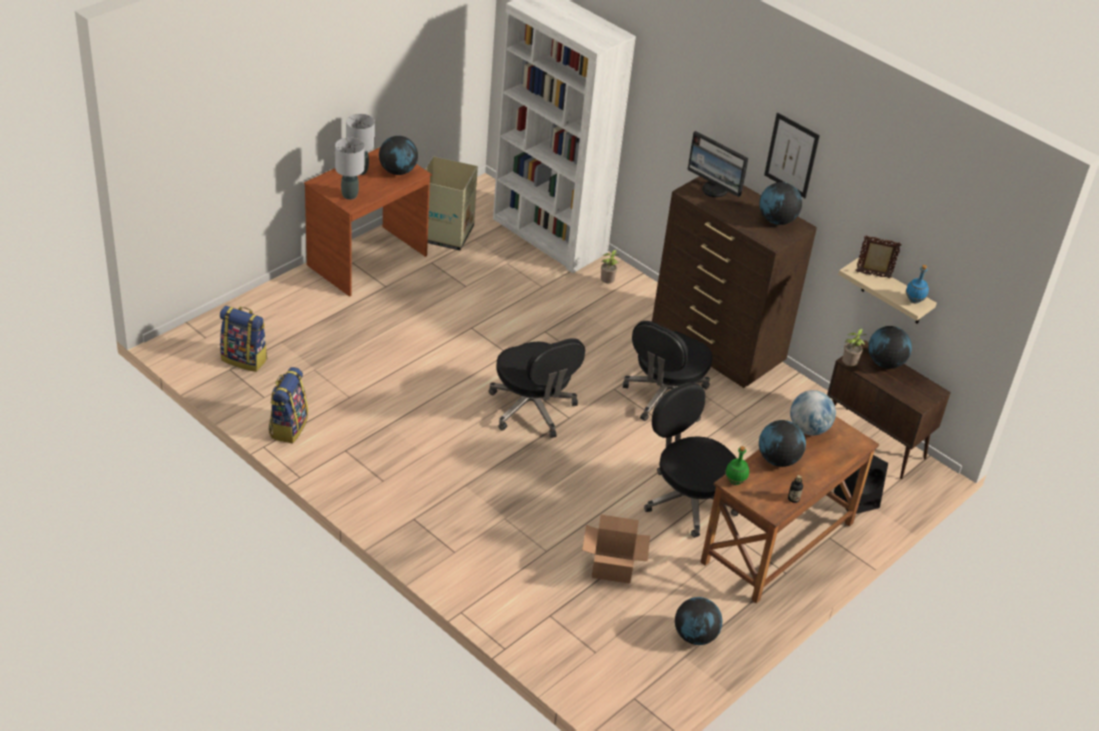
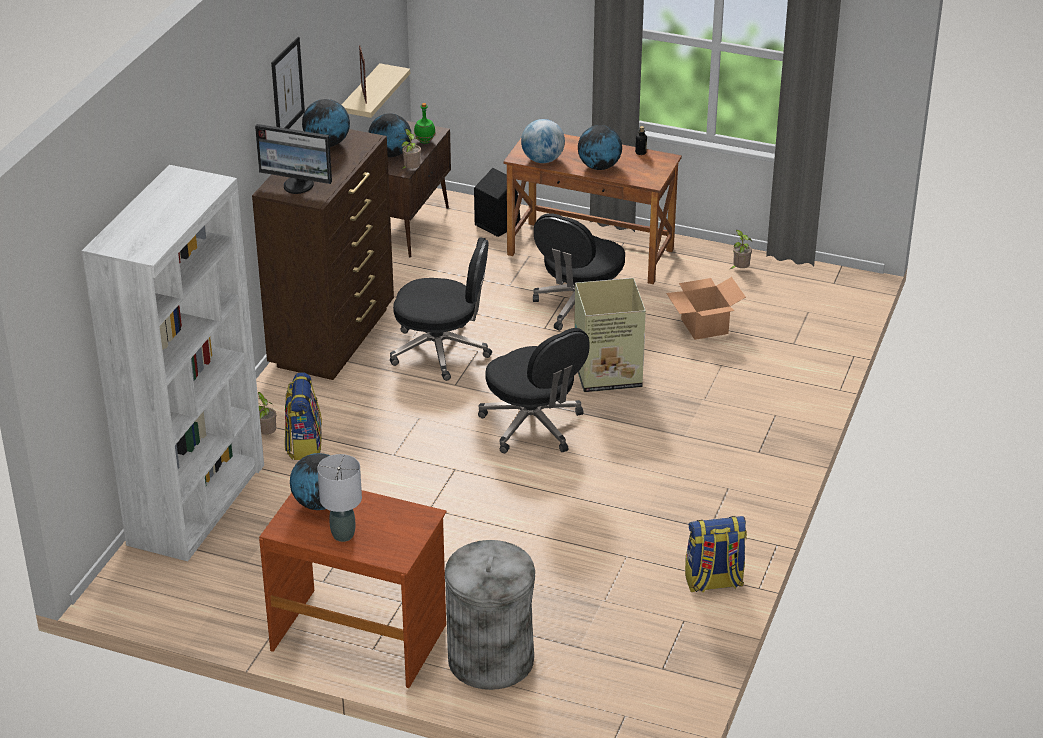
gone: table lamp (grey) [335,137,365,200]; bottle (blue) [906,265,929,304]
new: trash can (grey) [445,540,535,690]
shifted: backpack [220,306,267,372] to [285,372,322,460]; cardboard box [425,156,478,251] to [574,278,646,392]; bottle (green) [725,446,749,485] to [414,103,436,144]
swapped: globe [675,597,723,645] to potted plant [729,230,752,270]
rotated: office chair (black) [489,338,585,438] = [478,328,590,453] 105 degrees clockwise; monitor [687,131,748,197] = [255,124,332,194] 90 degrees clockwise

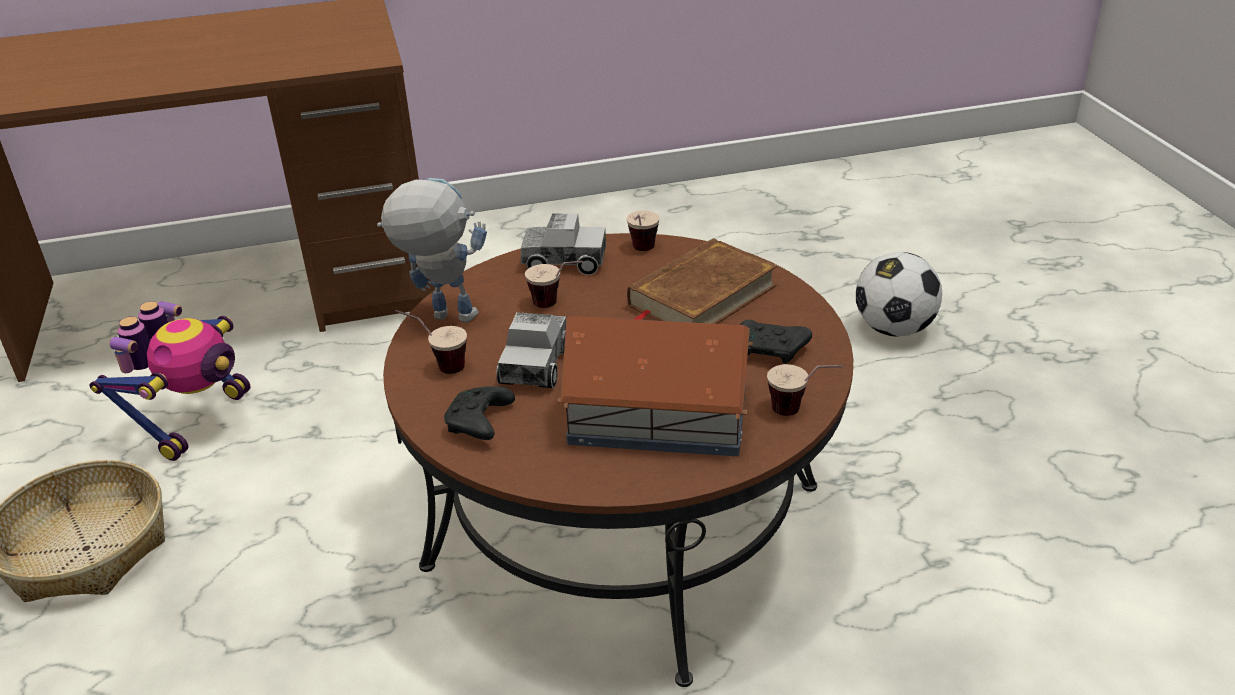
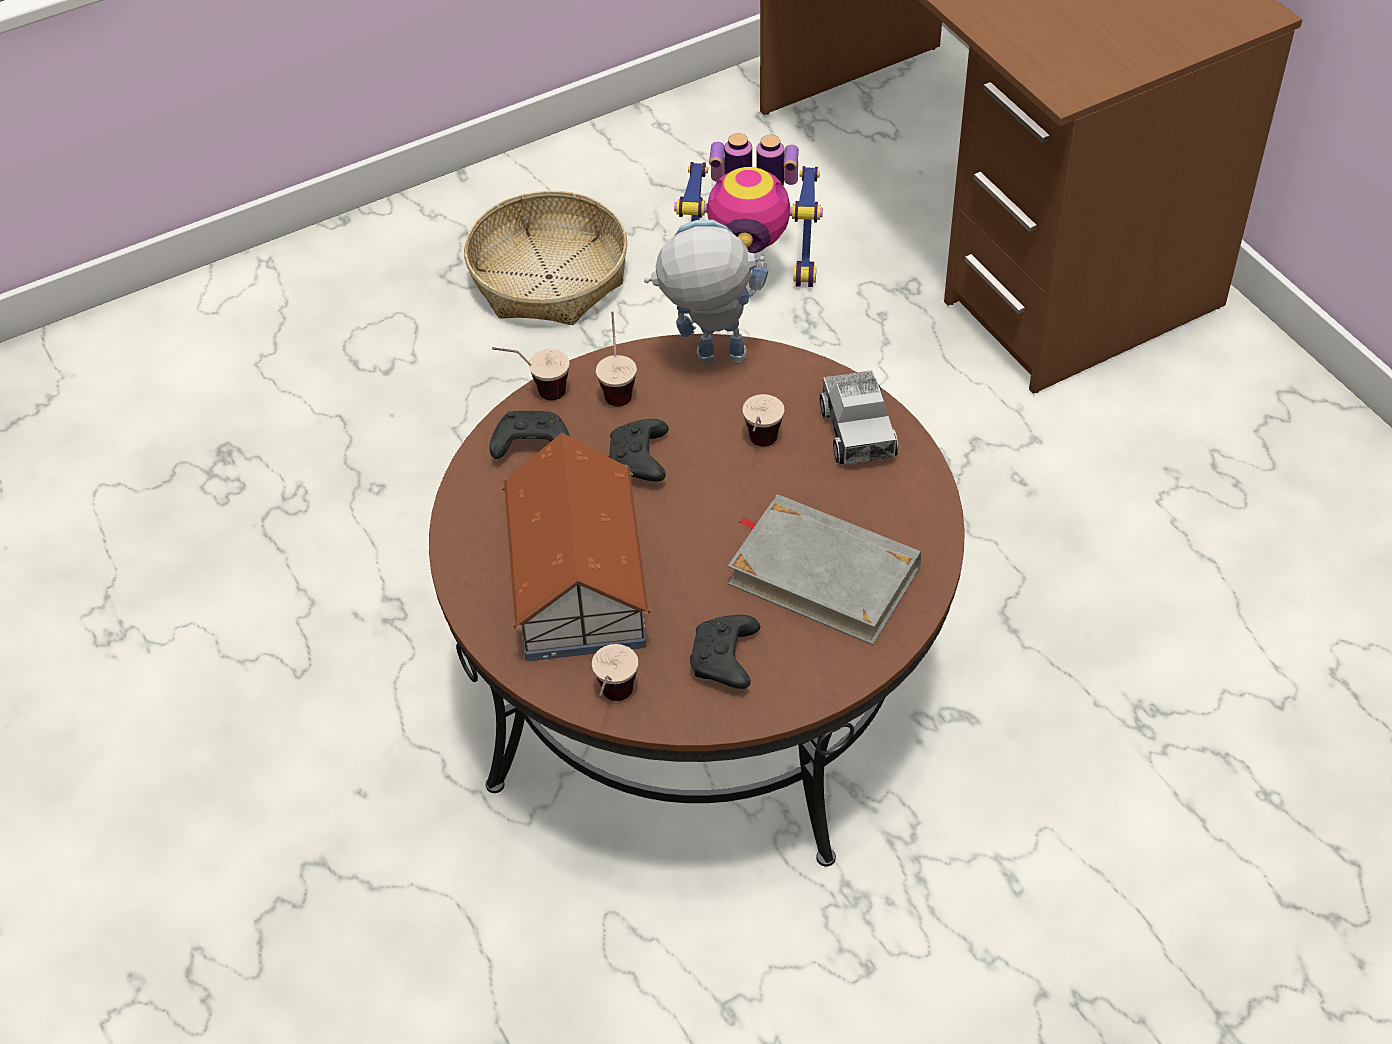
gone: football [856,252,942,337]
shifted: cup [627,210,660,251] to [492,347,570,401]
swapped: toy truck [496,312,566,388] to game controller (black) [608,419,669,482]
repainted: book (brown) [627,238,778,324] to book (grey) [728,494,921,645]
rotated: toy robot [377,178,487,323] = [644,220,768,365] 90 degrees counterclockwise

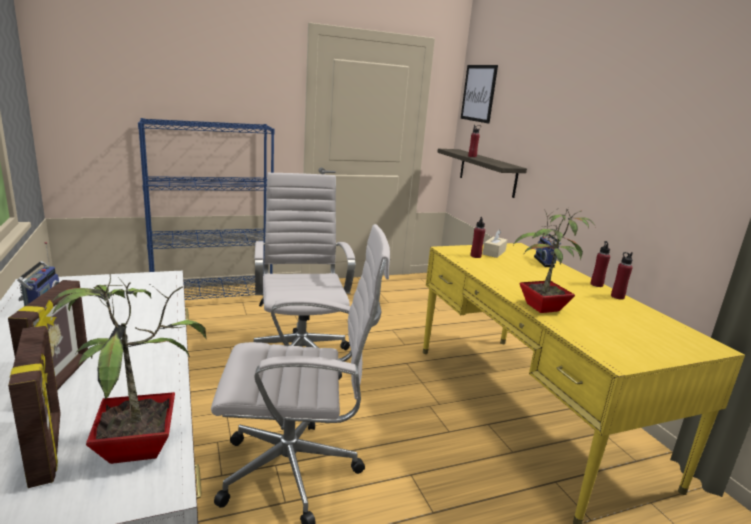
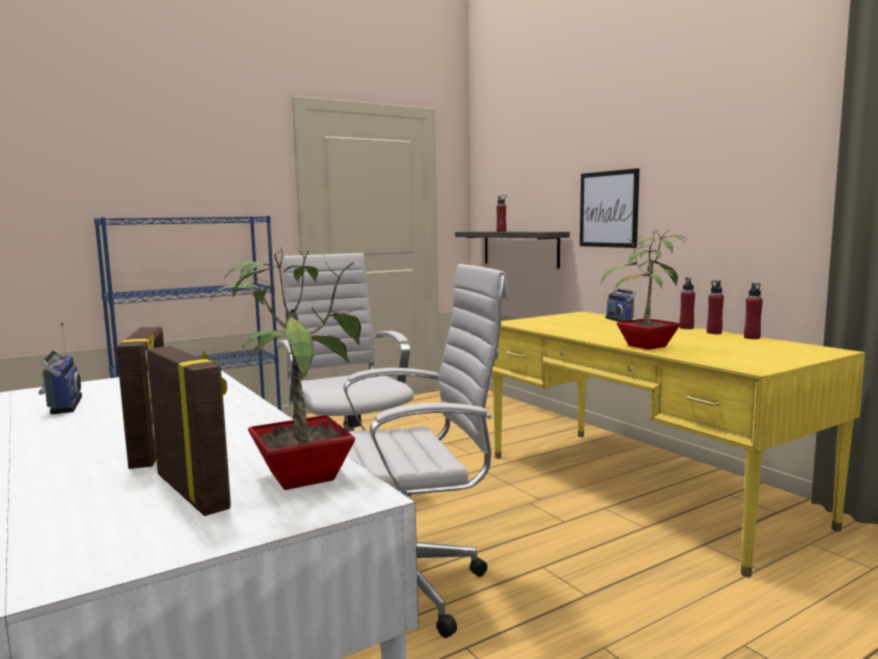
gone: tissue box (beige) [482,230,507,258]
shifted: picture [461,65,498,124] to [580,168,639,248]; bottle (red) [470,217,485,258] to [744,283,763,339]

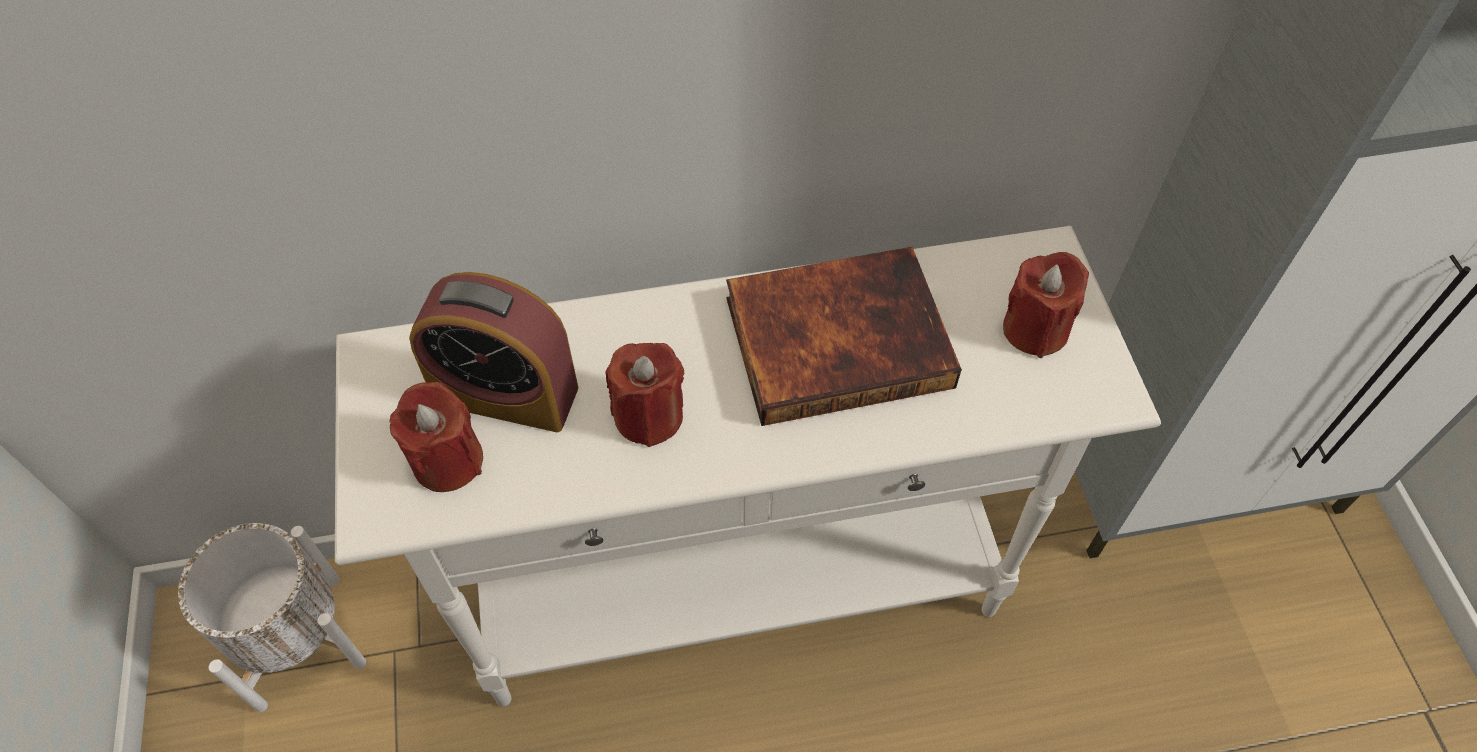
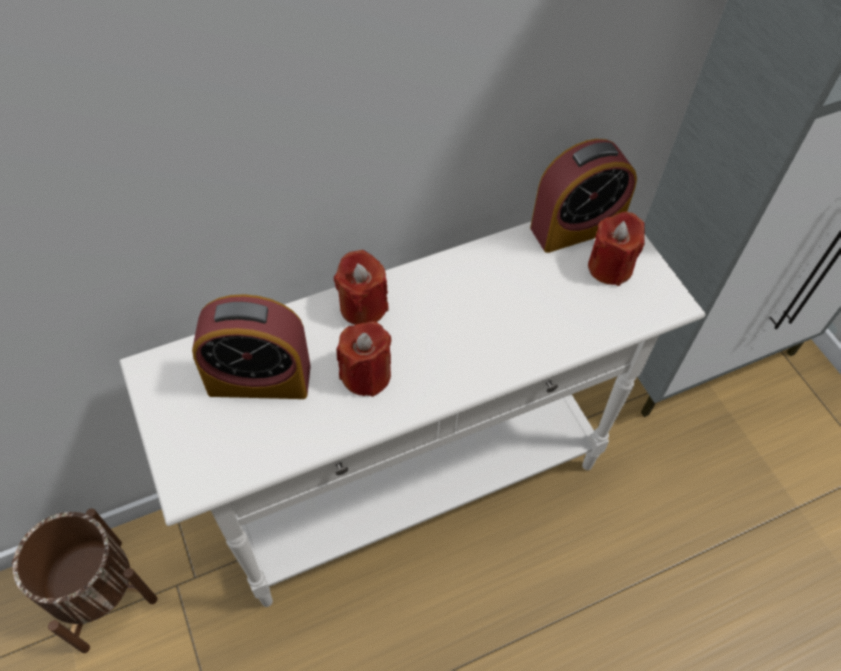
gone: book [726,247,962,426]
new: alarm clock [530,139,637,253]
shifted: candle (red) [389,382,483,492] to [334,250,388,325]
repainted: planter (white) [178,523,366,712] to planter (brown) [12,508,157,653]

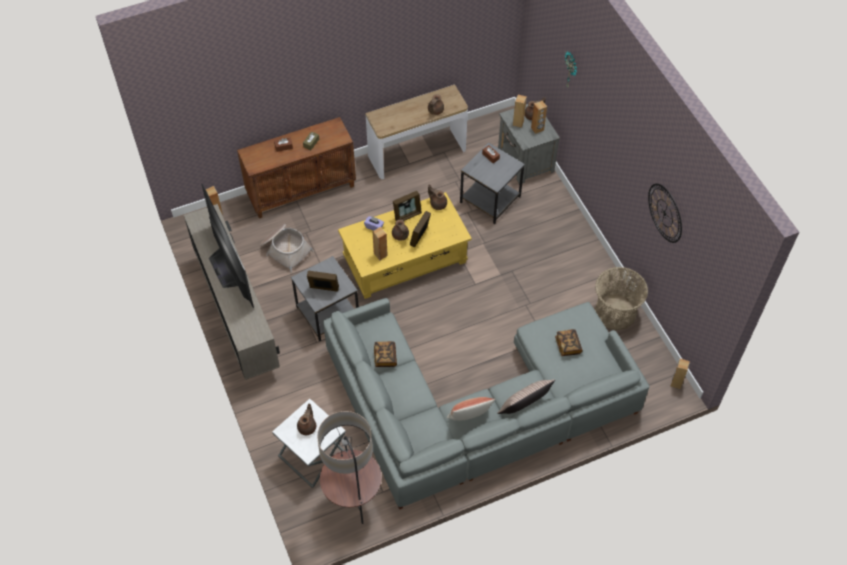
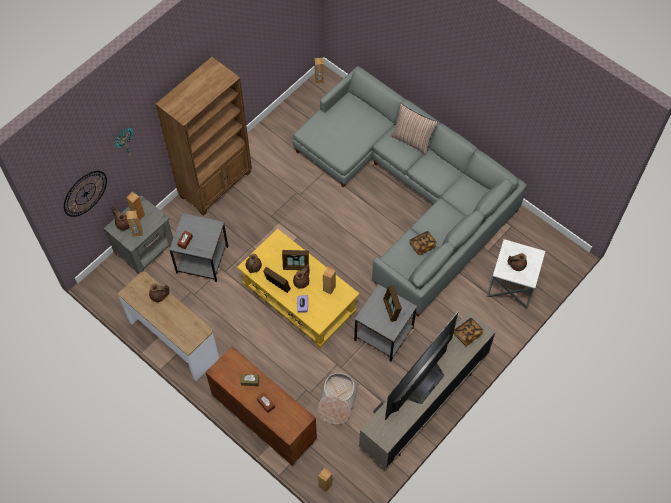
gone: floor lamp [317,411,382,524]; pillow [447,397,495,421]; basket [595,267,648,330]
new: bookcase (brown) [156,57,252,216]
shifted: book [555,329,583,356] to [454,318,483,346]; wall clock [648,184,682,243] to [64,171,107,217]

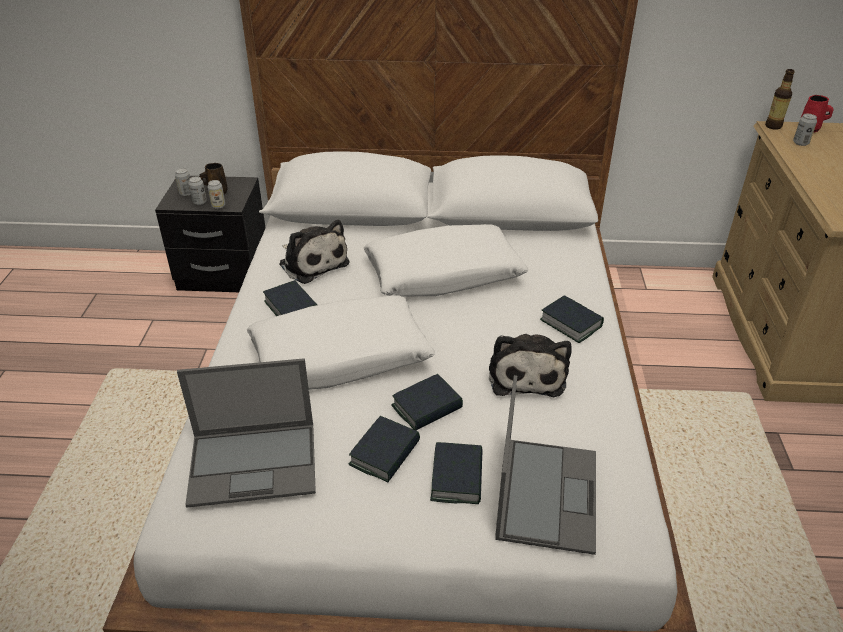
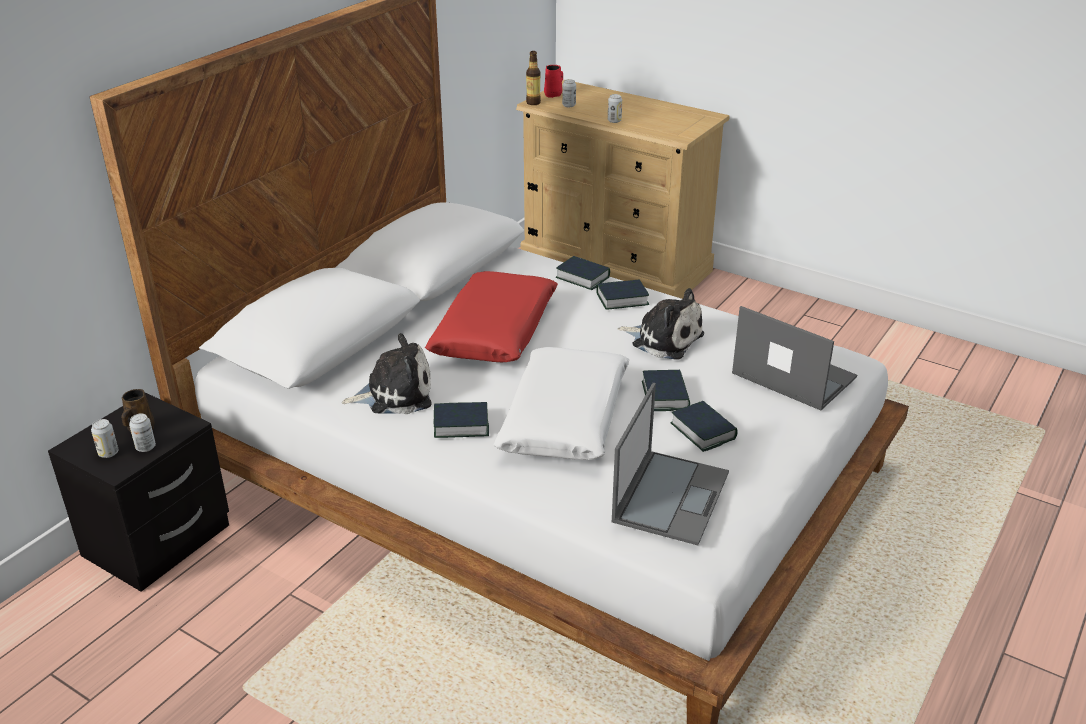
shifted: can [207,180,225,209] to [608,94,622,123]; book [430,442,483,504] to [556,256,610,290]
repainted: pillow (white) [364,224,528,297] to pillow (red) [425,271,558,362]

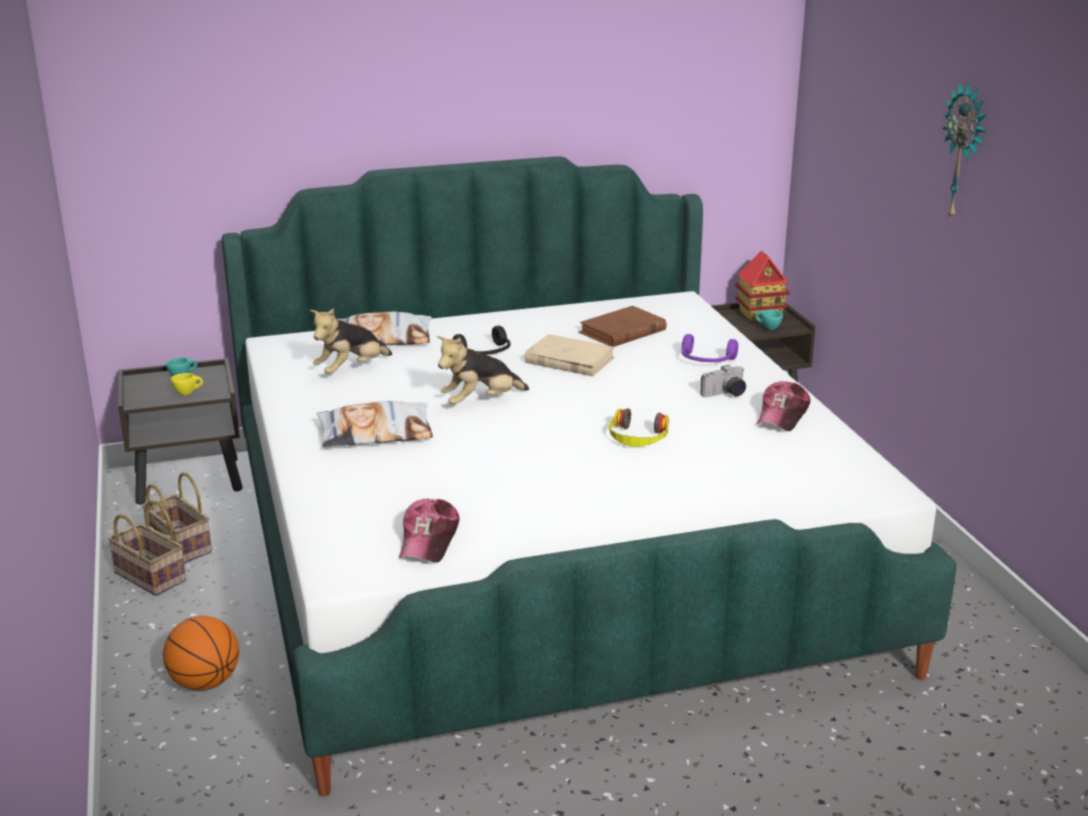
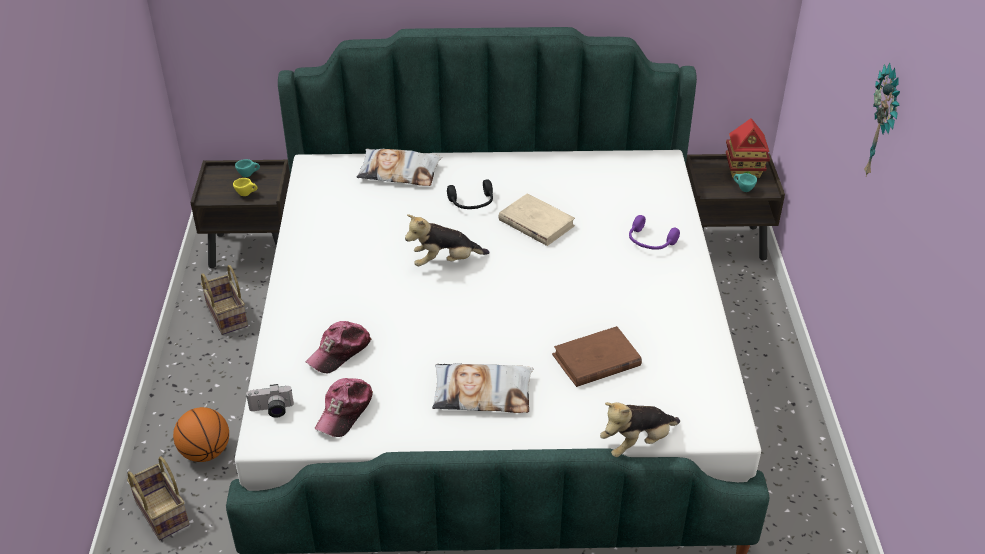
gone: headphones [609,409,669,446]
shifted: basket [108,500,186,596] to [127,456,190,540]; plush toy [310,309,392,374] to [600,402,680,457]; pillow [317,401,433,447] to [432,363,533,413]; book (brown) [578,306,667,347] to [552,326,642,387]; photo camera [700,365,746,397] to [246,384,294,418]; cap [757,381,810,431] to [306,321,371,373]

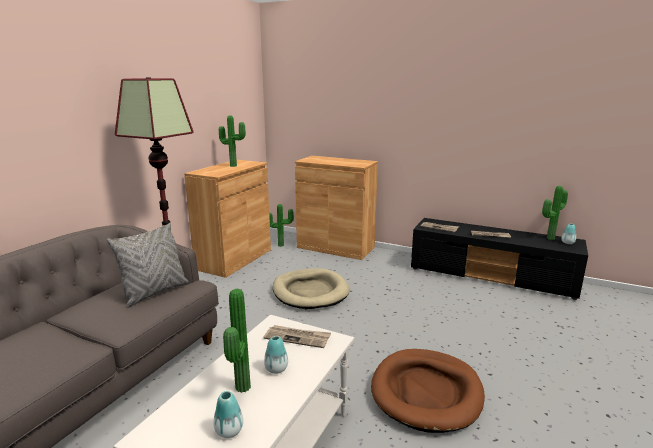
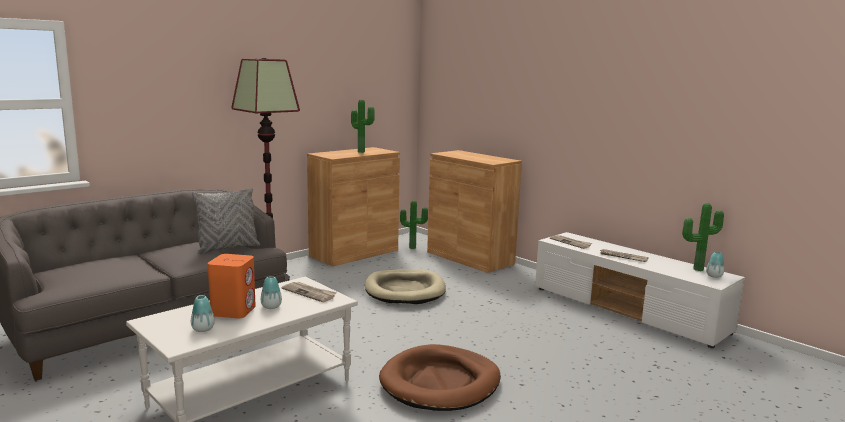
swapped: potted plant [223,289,251,393] to speaker (orange) [208,254,256,318]
repainted: tv stand (black) [411,218,588,300] to tv stand (white) [535,232,745,348]

